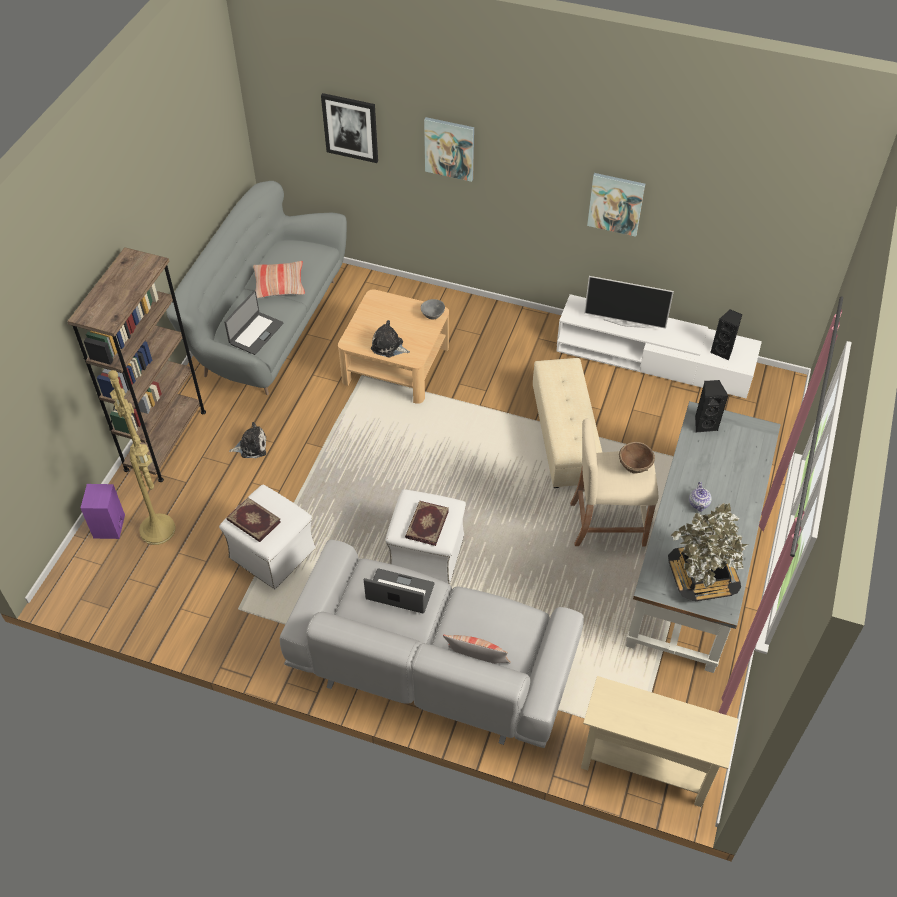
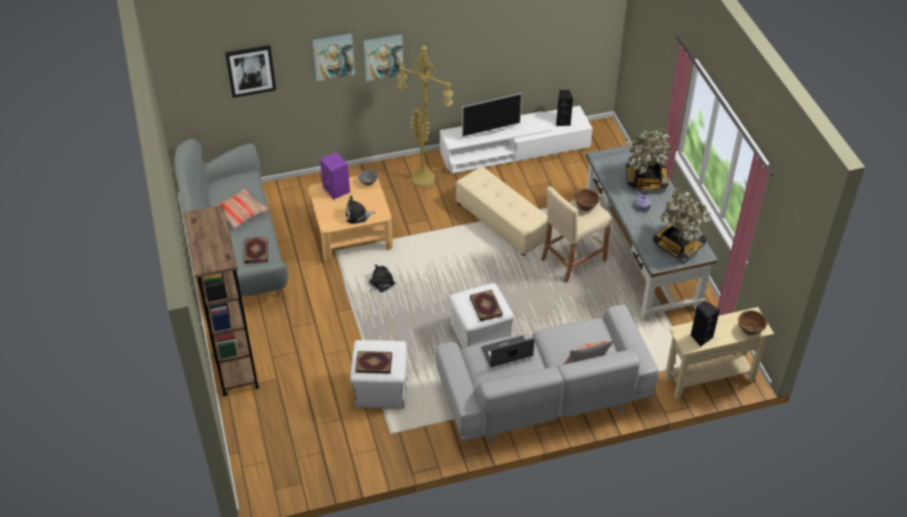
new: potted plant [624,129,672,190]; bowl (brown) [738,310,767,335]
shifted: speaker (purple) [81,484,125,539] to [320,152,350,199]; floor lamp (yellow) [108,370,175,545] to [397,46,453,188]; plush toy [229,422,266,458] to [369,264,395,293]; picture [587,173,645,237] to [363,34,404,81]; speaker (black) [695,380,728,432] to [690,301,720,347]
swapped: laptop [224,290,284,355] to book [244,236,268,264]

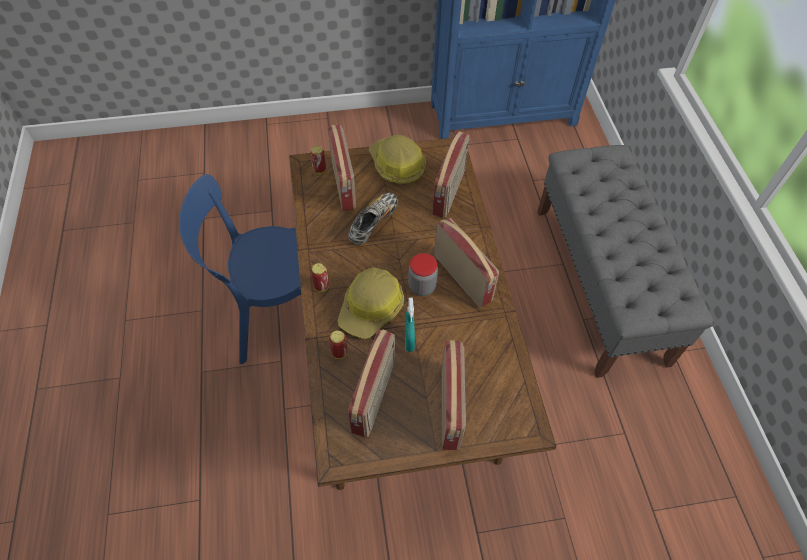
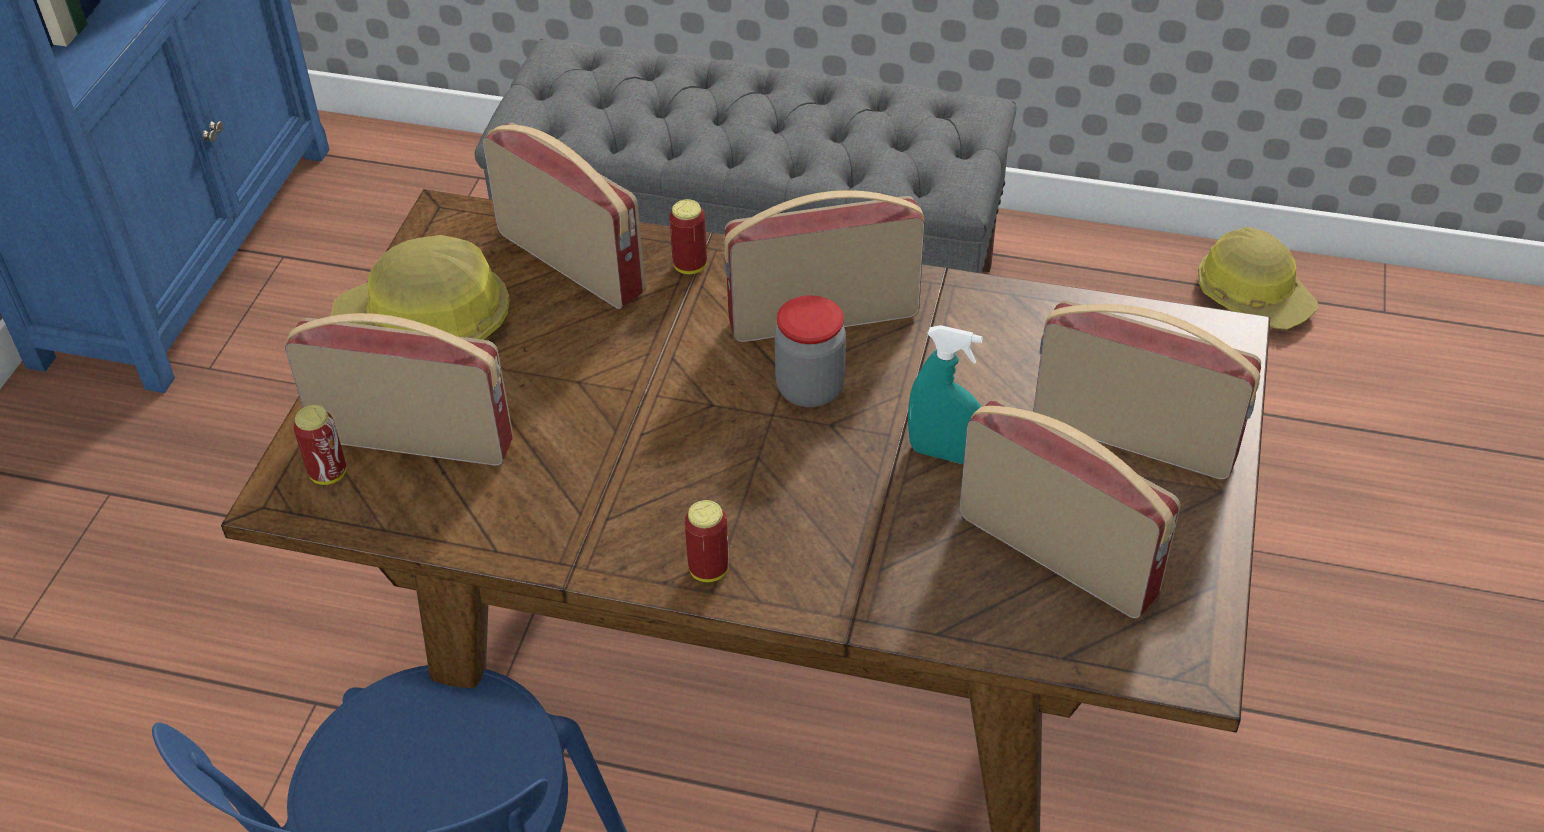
gone: shoe [348,193,398,245]
shifted: can [329,330,348,359] to [669,199,707,274]; hard hat [337,267,404,339] to [1198,227,1319,330]

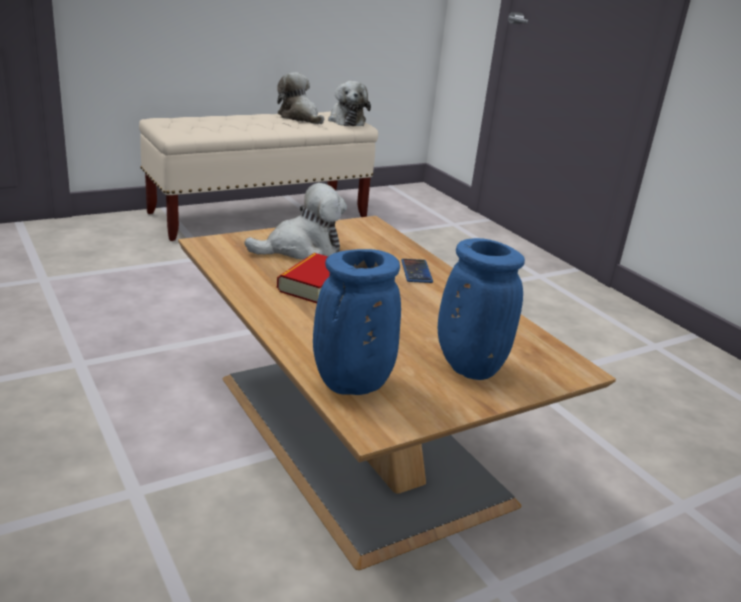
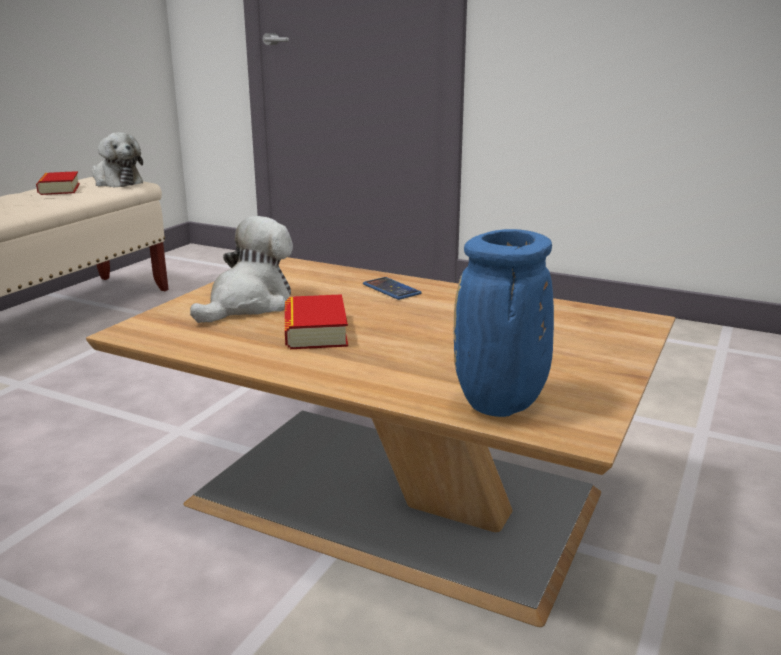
gone: vase (blue) [438,238,525,380]
swapped: plush toy [277,72,324,124] to book [36,171,80,195]

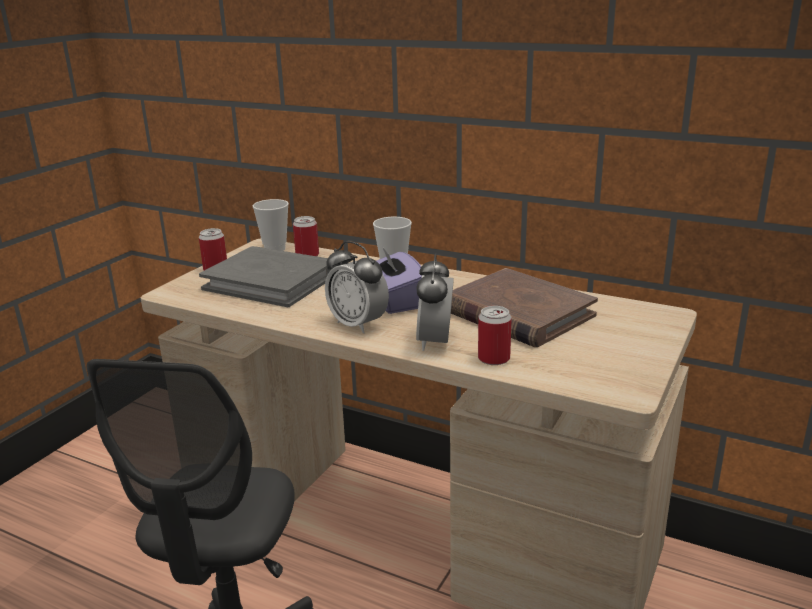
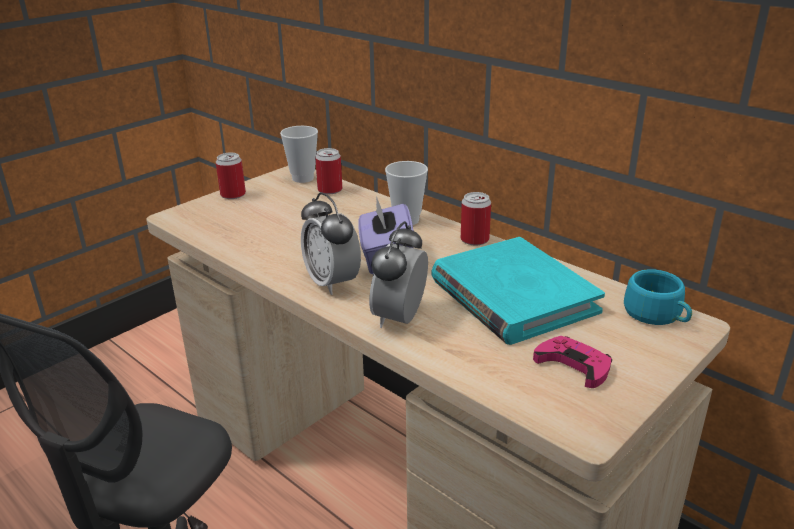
gone: book (grey) [199,246,331,307]
new: game controller (pink) [533,336,612,388]; cup (turquoise) [624,269,692,325]
shifted: can [478,306,512,365] to [461,192,491,245]
repainted: book (brown) [451,268,598,347] to book (turquoise) [432,237,605,345]

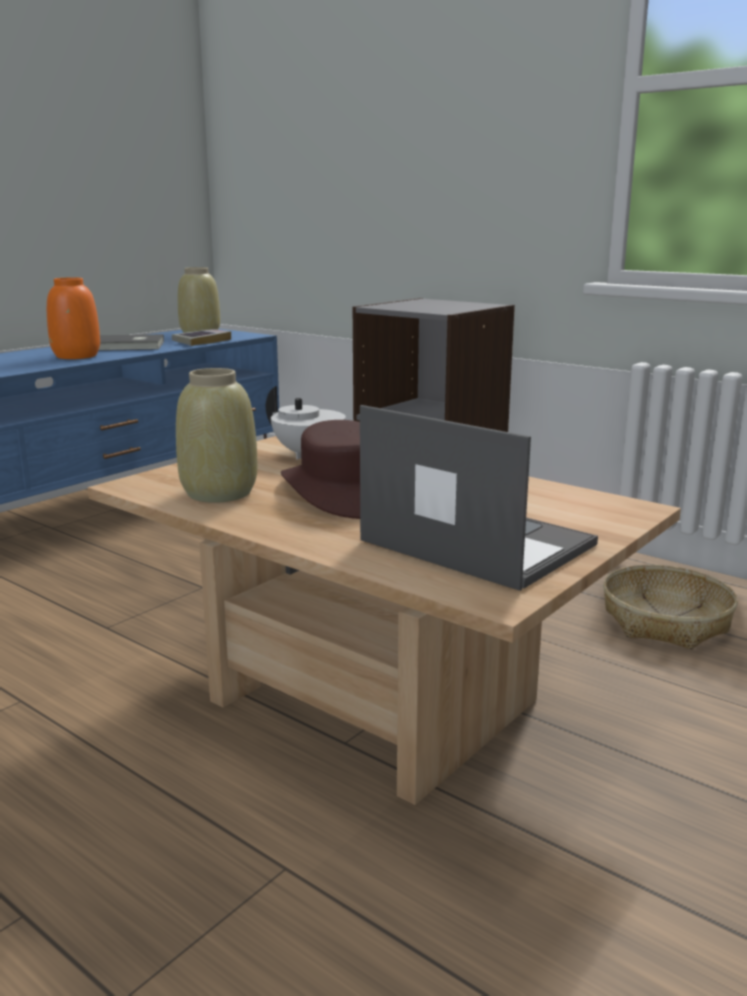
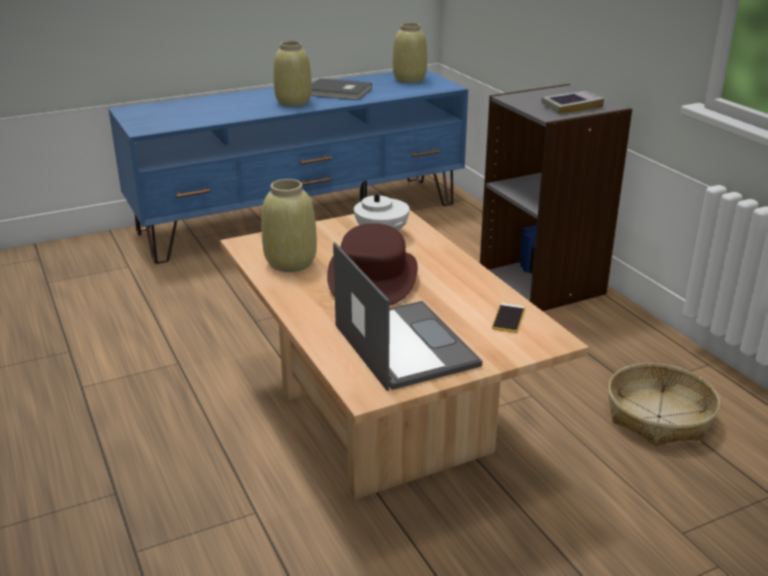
new: phone [492,303,525,333]
shifted: book [172,329,231,346] to [541,91,604,114]
repainted: vase (orange) [47,277,100,359] to vase (beige) [273,41,312,107]

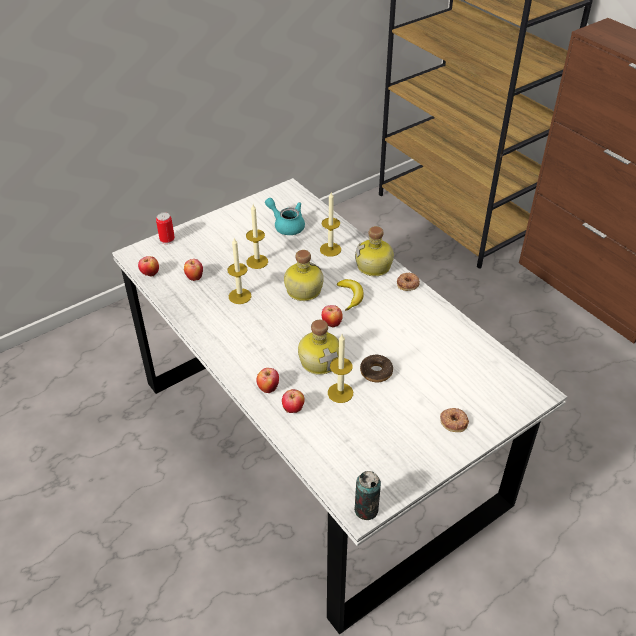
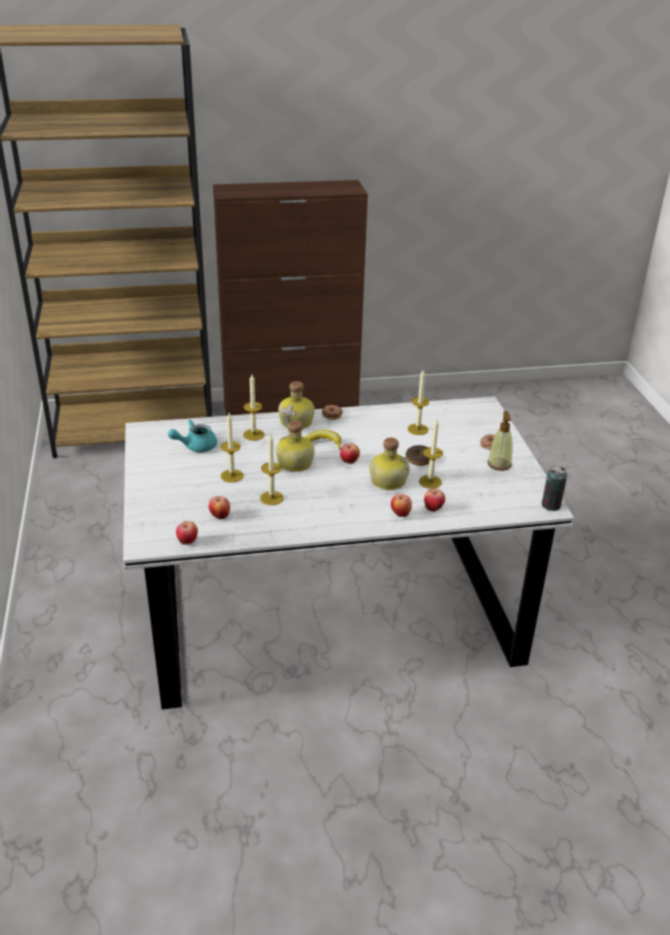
gone: can [156,212,175,245]
new: candle [408,370,429,435]; soap dispenser [487,411,513,471]

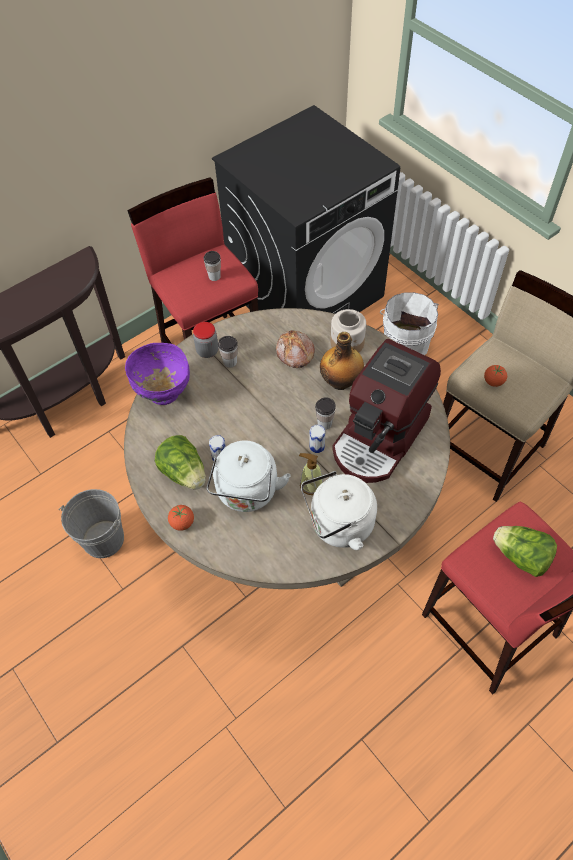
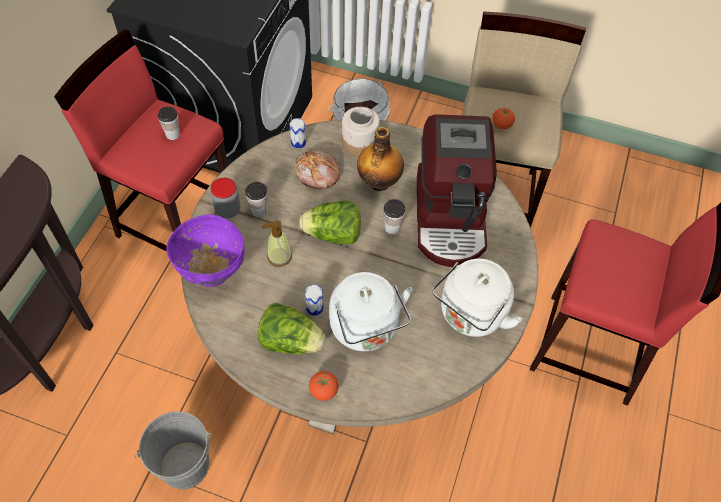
shifted: soap dispenser [299,453,323,495] to [262,221,292,267]; can [309,425,325,453] to [290,118,306,148]; lettuce [493,526,557,577] to [299,201,361,244]

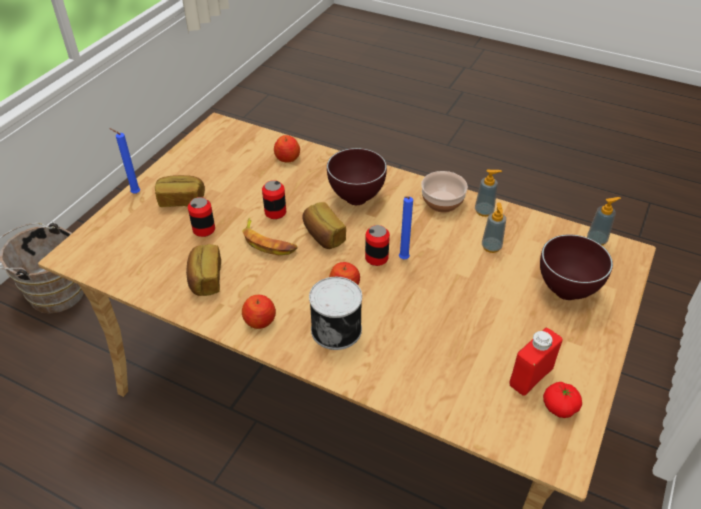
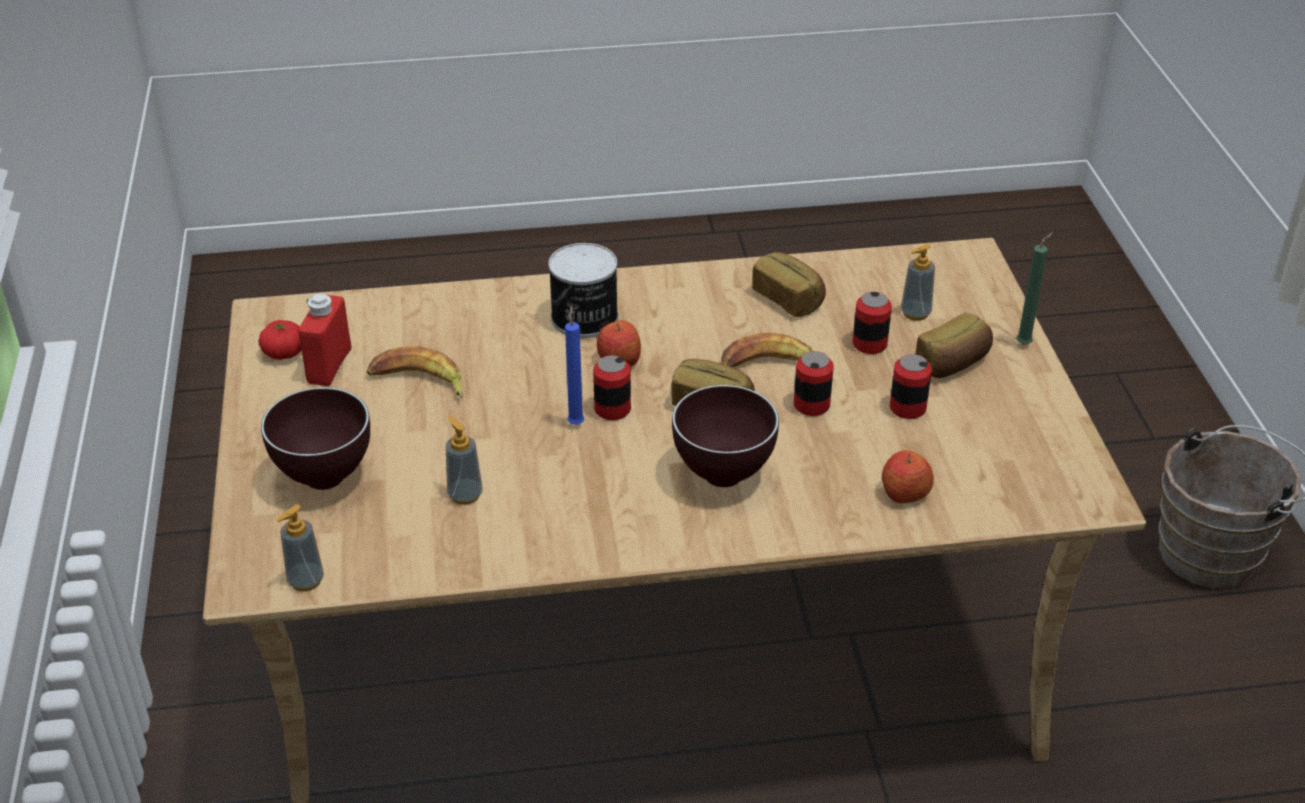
gone: apple [242,295,276,329]; bowl [421,171,468,212]
new: banana [366,346,463,398]; can [890,354,932,419]
shifted: soap dispenser [475,169,502,217] to [901,244,935,321]
repainted: candle (blue) [109,128,140,194] to candle (green) [1016,232,1053,345]

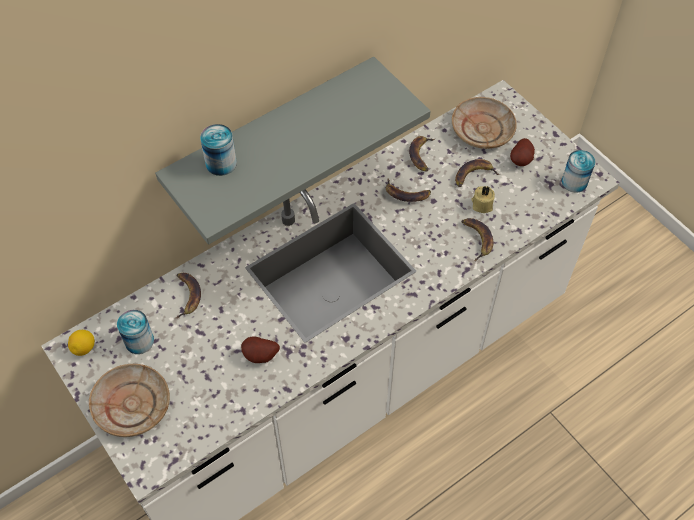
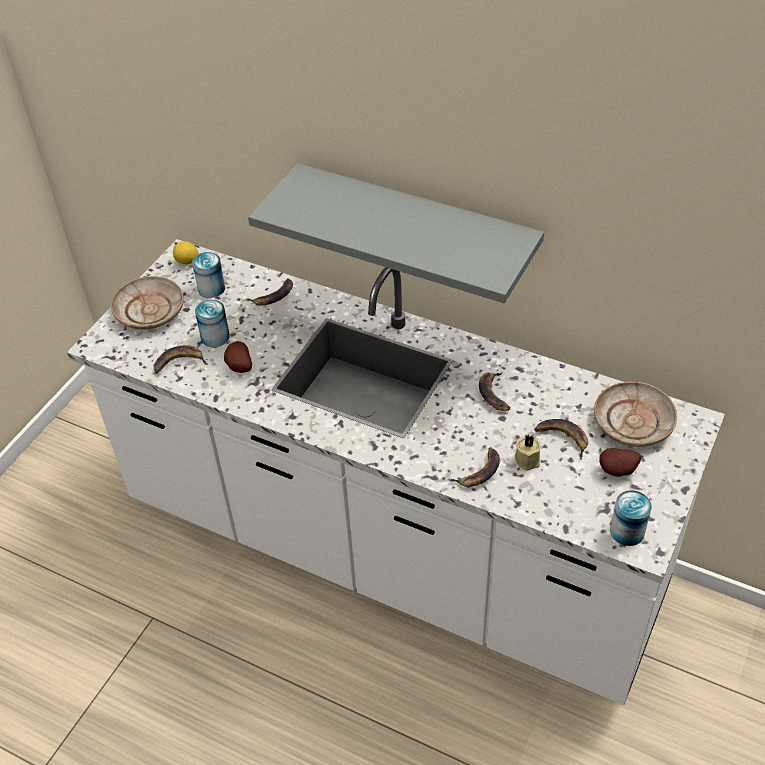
shifted: can [200,124,237,176] to [195,299,230,347]; banana [409,136,435,172] to [154,345,208,373]

